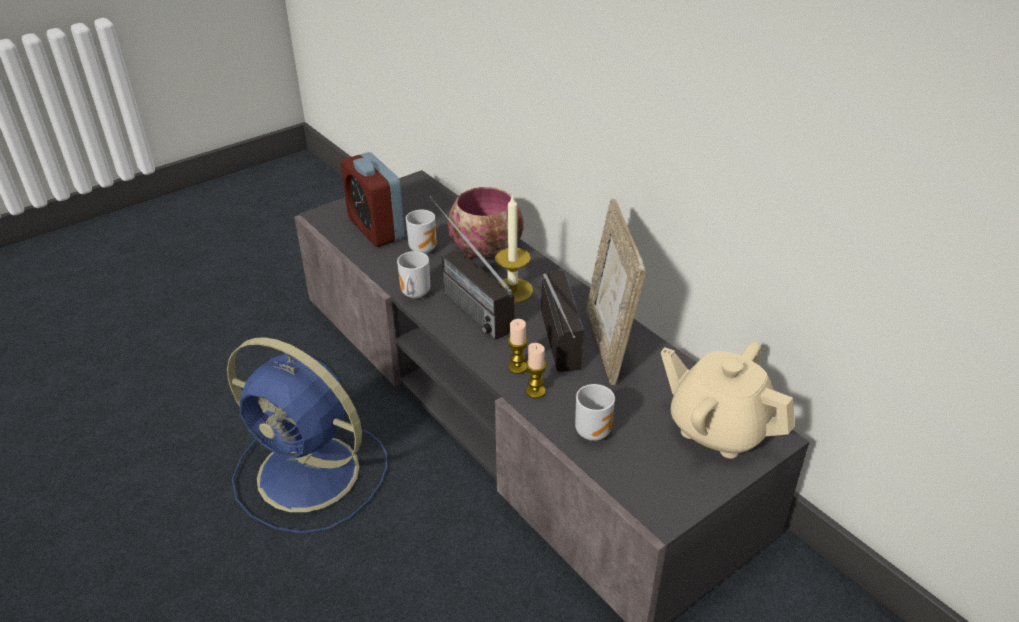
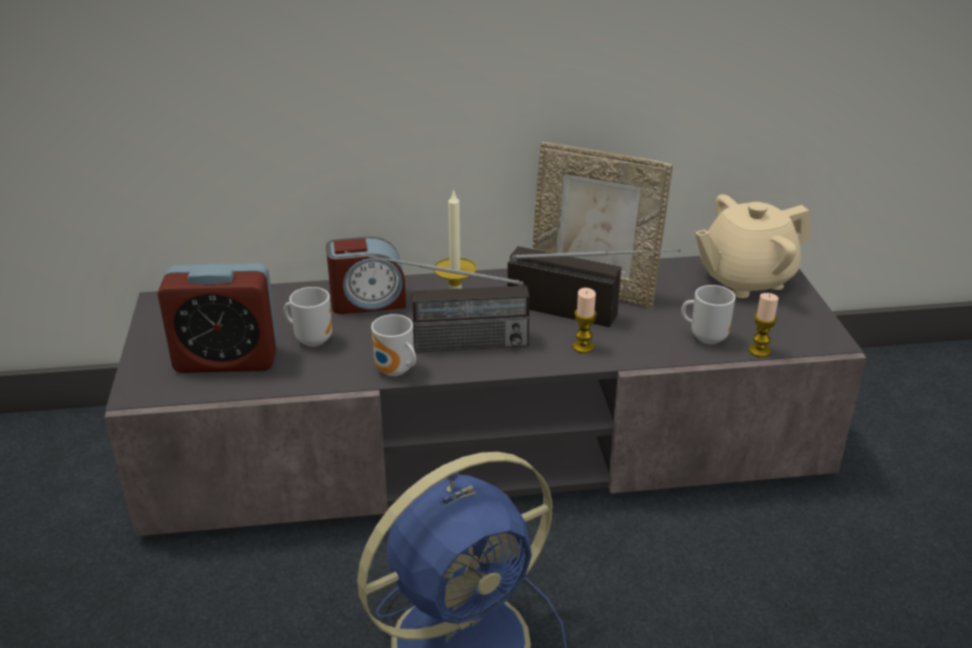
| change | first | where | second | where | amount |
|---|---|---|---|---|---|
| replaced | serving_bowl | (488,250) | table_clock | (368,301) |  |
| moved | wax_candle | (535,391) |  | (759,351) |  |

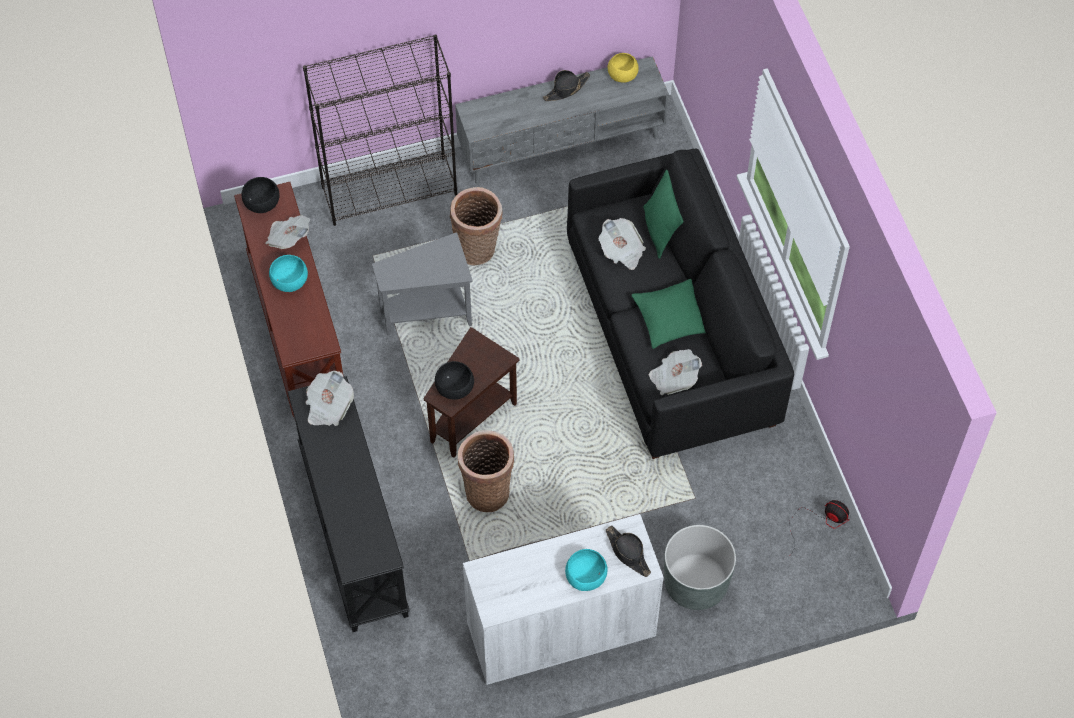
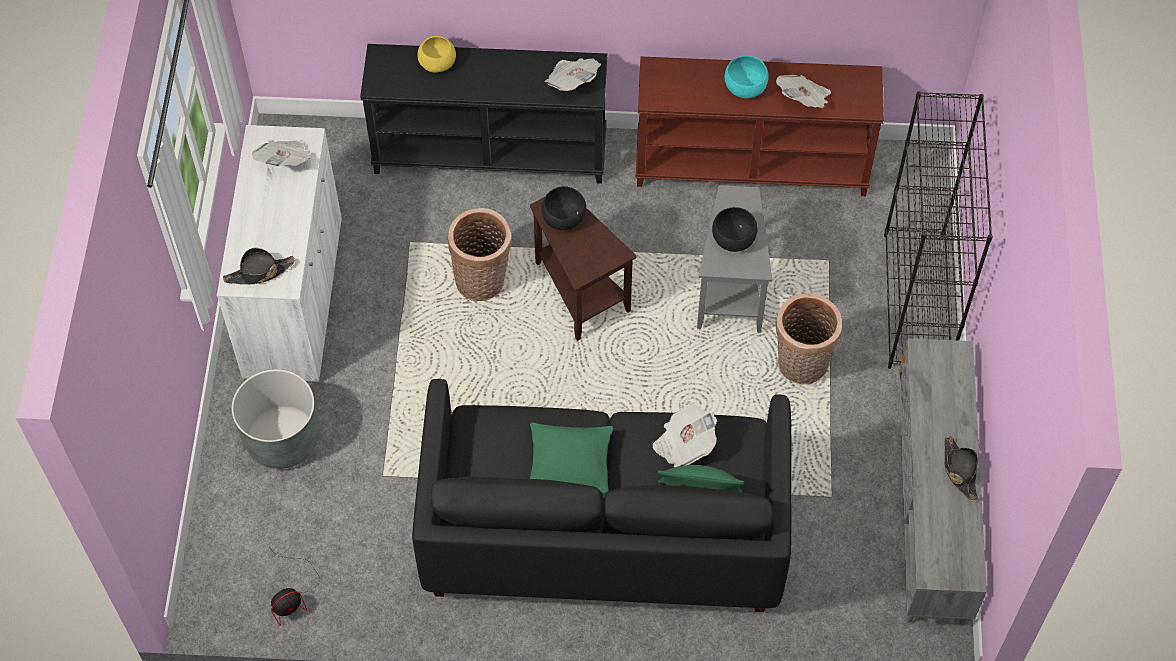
| change | first | where | second | where | amount |
|---|---|---|---|---|---|
| moved | printed_paper | (674,378) |  | (285,161) |  |
| moved | yellow-coloured_serving_bowl | (622,75) |  | (437,63) |  |
| moved | black_serving_bowl | (262,203) |  | (733,239) |  |
| removed | turquoise-coloured_serving_bowl | (585,577) |  |  |  |

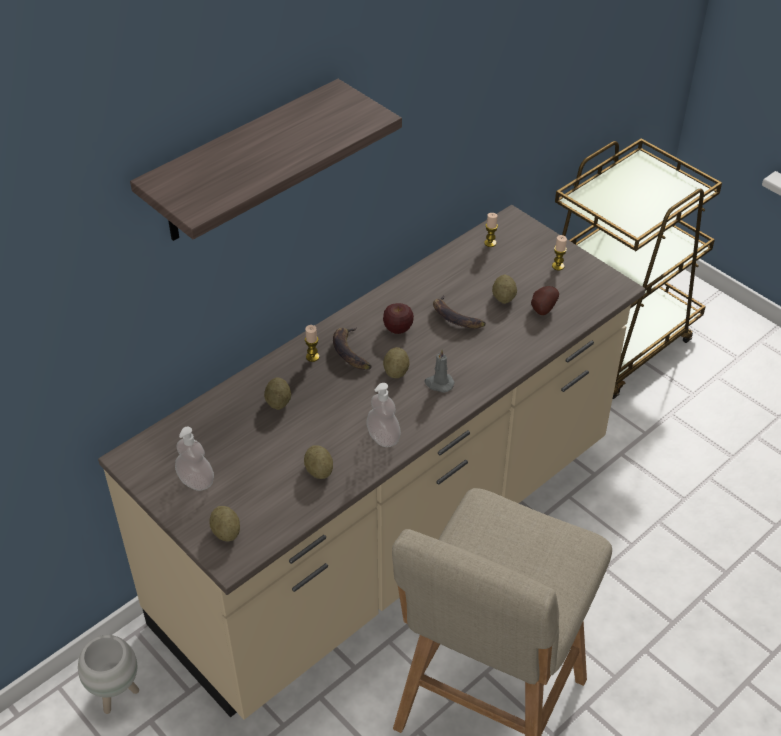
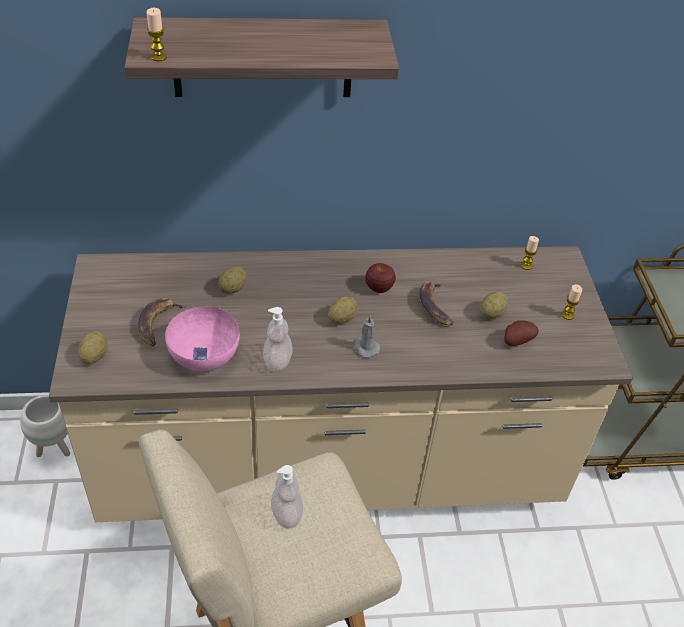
| change | first | where | second | where | amount |
|---|---|---|---|---|---|
| moved | banana_fruit | (350,352) |  | (158,323) |  |
| moved | wax_candle | (312,357) |  | (158,57) |  |
| replaced | whole_potato | (319,470) | pinkish_serving_bowl | (204,355) |  |
| moved | soap_bottle | (196,481) |  | (287,514) |  |

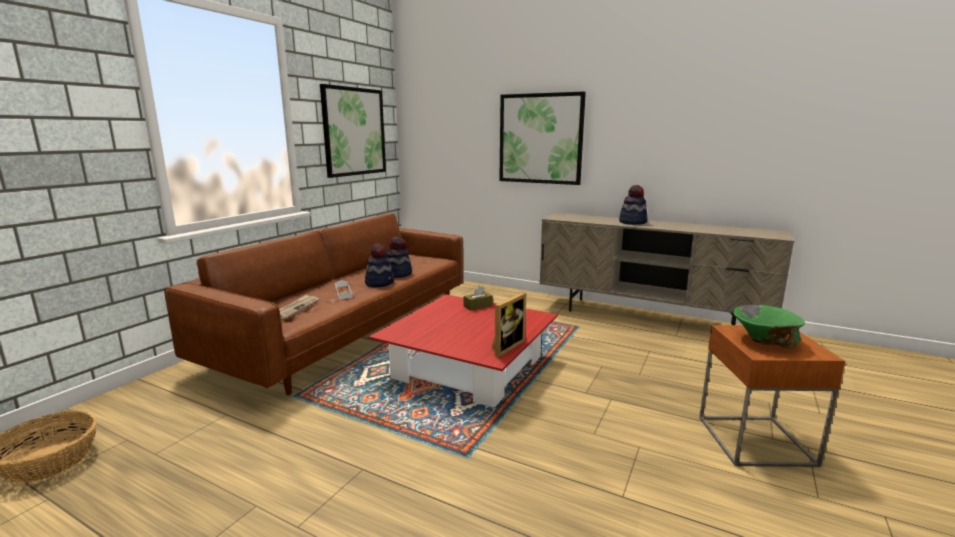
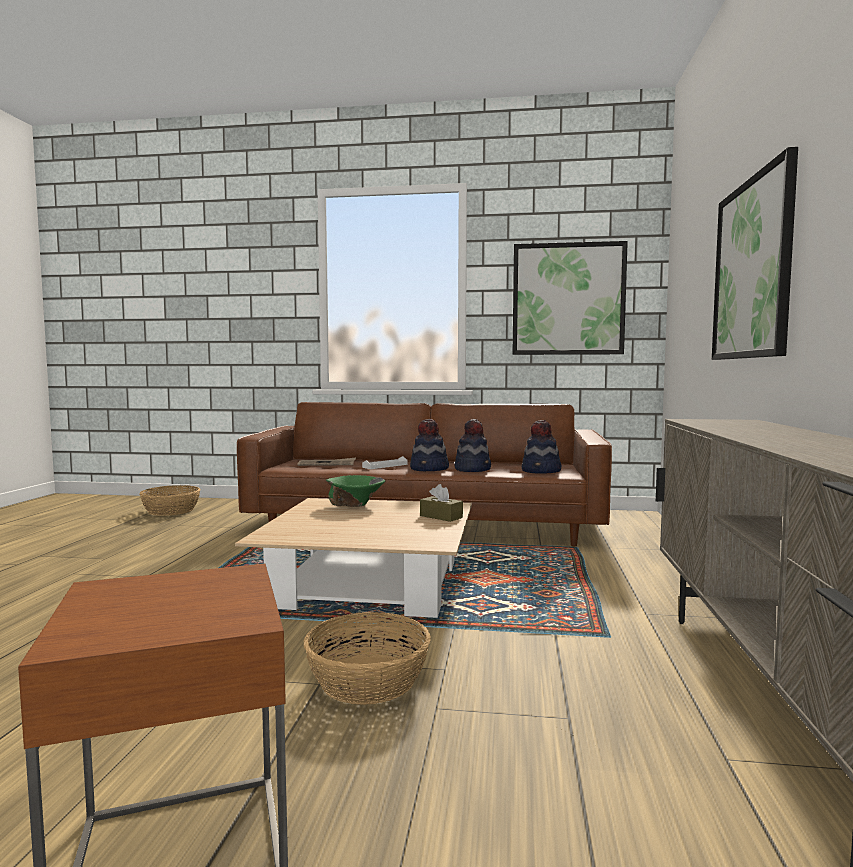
| change | first | where | second | where | amount |
|---|---|---|---|---|---|
| recoloured | red_low_table | (468,367) | beige-coloured_low_table | (371,584) |  |
| added |  |  | basket | (368,680) |  |
| moved | greenish_serving_bowl | (763,340) |  | (355,505) |  |
| moved | wearable_hat | (633,222) |  | (541,471) |  |
| removed | photo_frame | (505,347) |  |  |  |

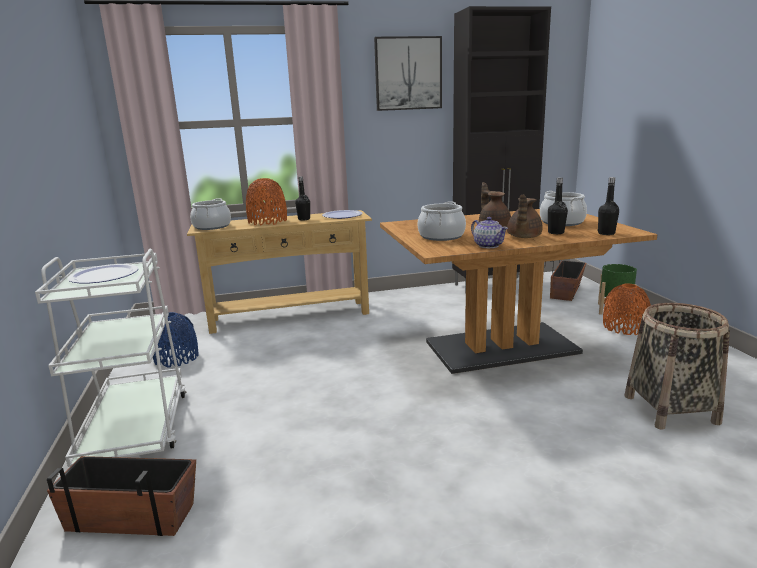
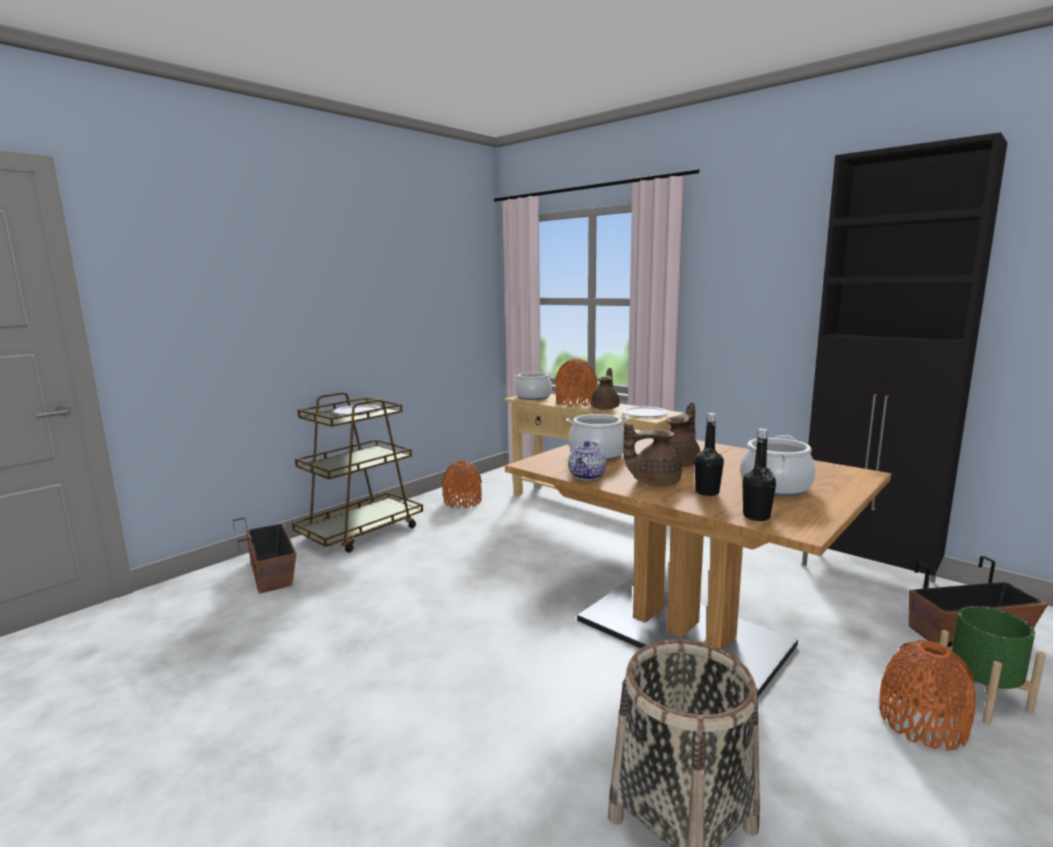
| change | first | where | second | where | amount |
|---|---|---|---|---|---|
| recoloured | whitish_wheeled_cart | (136,429) | brown_wheeled_cart | (361,532) |  |
| recoloured | blue_decorative_vase | (176,358) | orange-coloured_decorative_vase | (462,502) |  |
| replaced | black_beverage_bottle | (304,219) | brown_teapot | (606,408) |  |
| removed | picture | (408,74) |  |  |  |

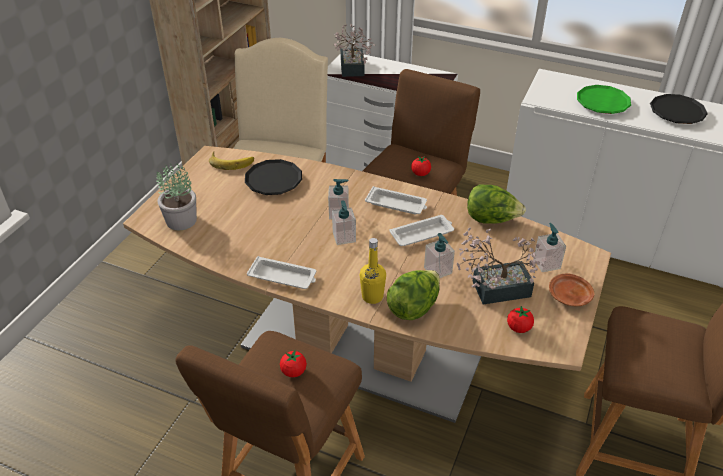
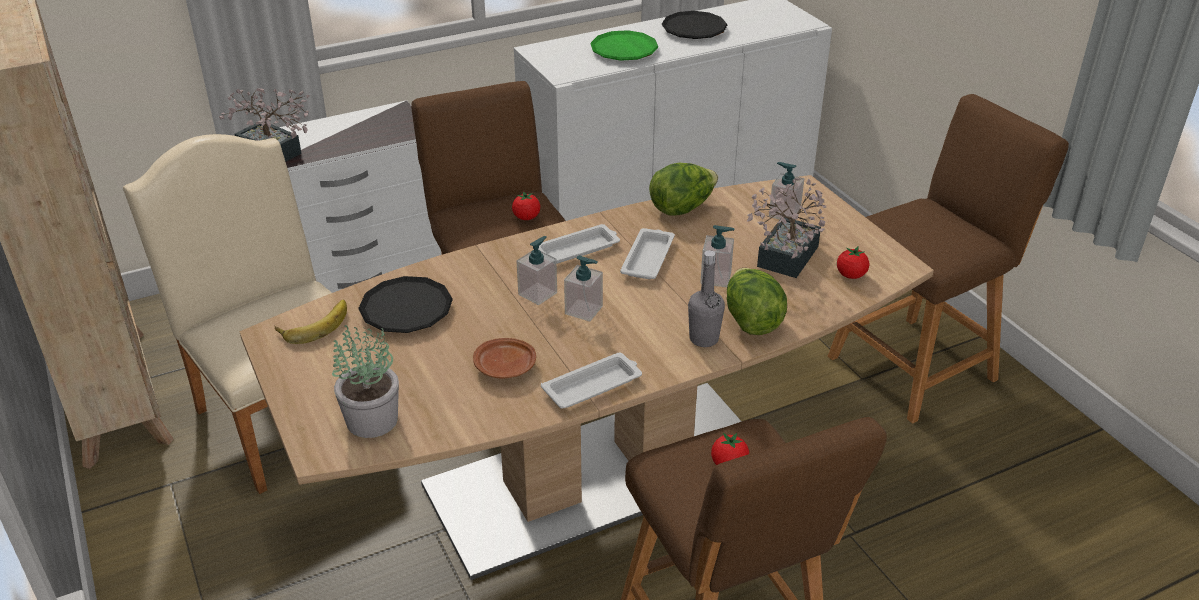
| change | first | where | second | where | amount |
|---|---|---|---|---|---|
| moved | brown_dinner_plate | (569,296) |  | (506,367) |  |
| recoloured | yellow-coloured_beverage_bottle | (372,296) | grey_beverage_bottle | (704,339) |  |

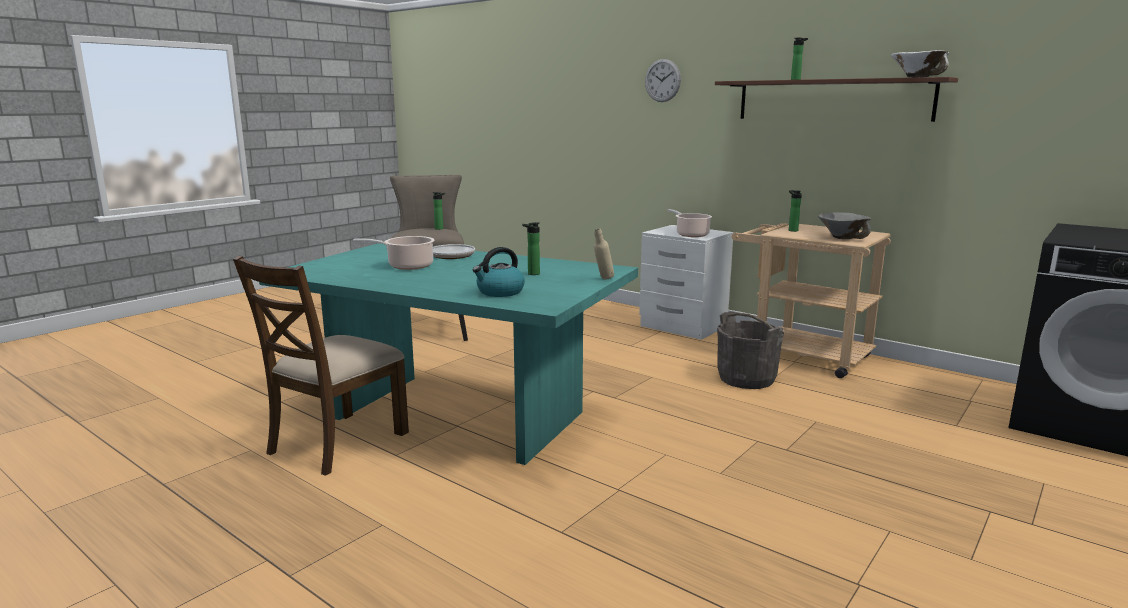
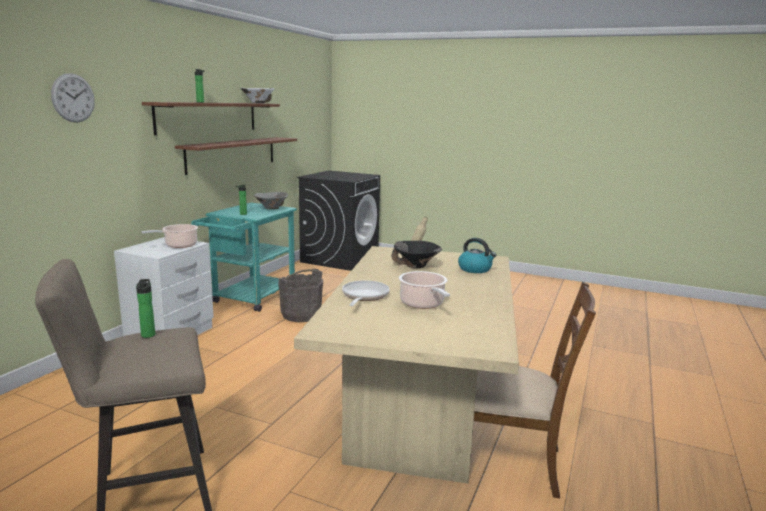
| change | first | where | second | where | amount |
|---|---|---|---|---|---|
| added |  |  | brown_wall_shelf | (232,154) |  |
| recoloured | beige-coloured_wheeled_cart | (800,355) | turquoise-coloured_wheeled_cart | (250,299) |  |
| recoloured | turquoise-coloured_dinner_table | (460,415) | beige-coloured_dinner_table | (417,411) |  |
| replaced | beverage_bottle | (531,274) | black_serving_bowl | (416,266) |  |

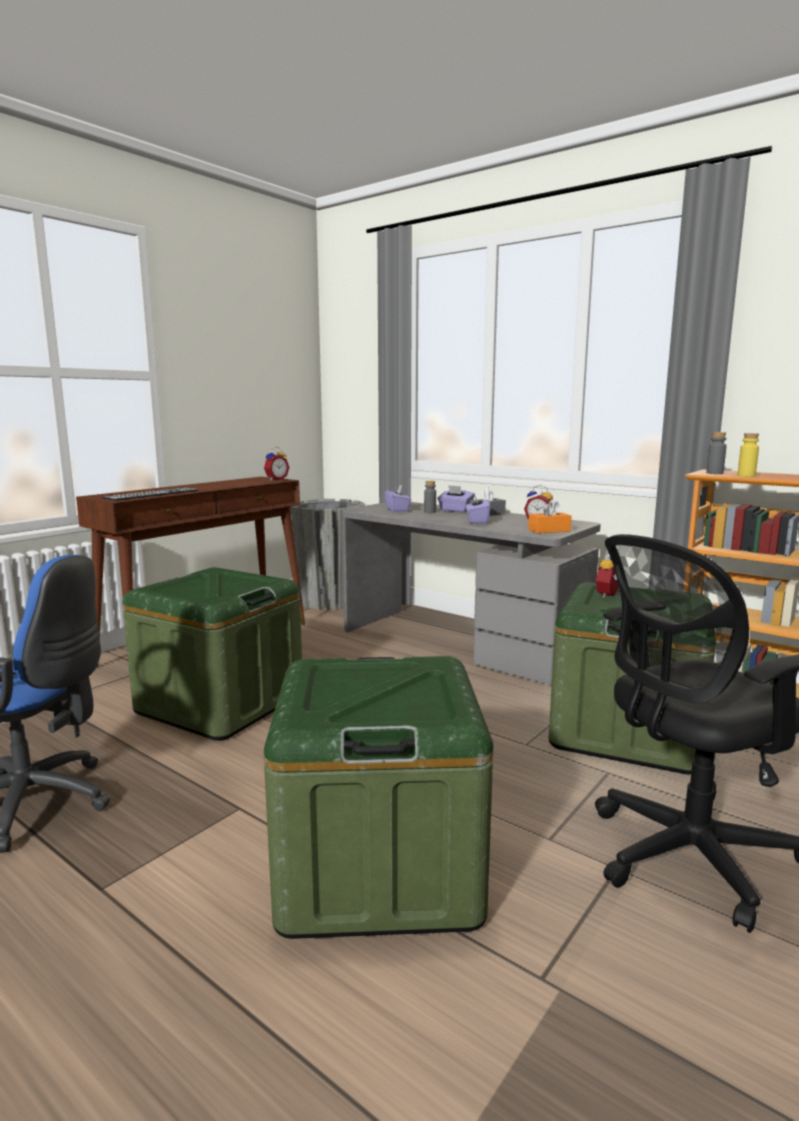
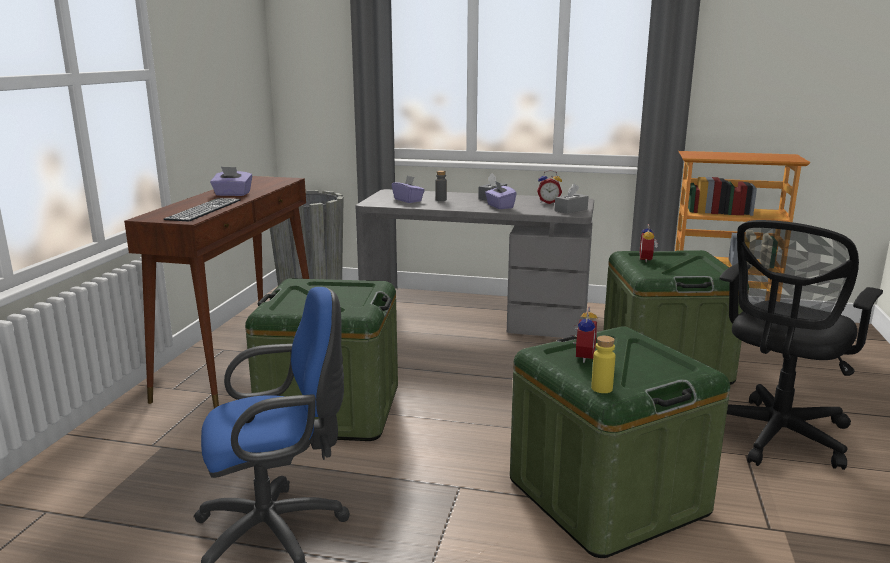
| change | first | where | second | where | amount |
|---|---|---|---|---|---|
| moved | purple_box_of_tissues | (455,510) |  | (232,194) |  |
| recoloured | orange-coloured_box_of_tissues | (549,530) | grey_box_of_tissues | (571,210) |  |
| moved | table_clock | (276,479) |  | (582,357) |  |
| moved | yellow-coloured_beverage_bottle | (746,476) |  | (601,388) |  |
| removed | grey_beverage_bottle | (714,473) |  |  |  |

